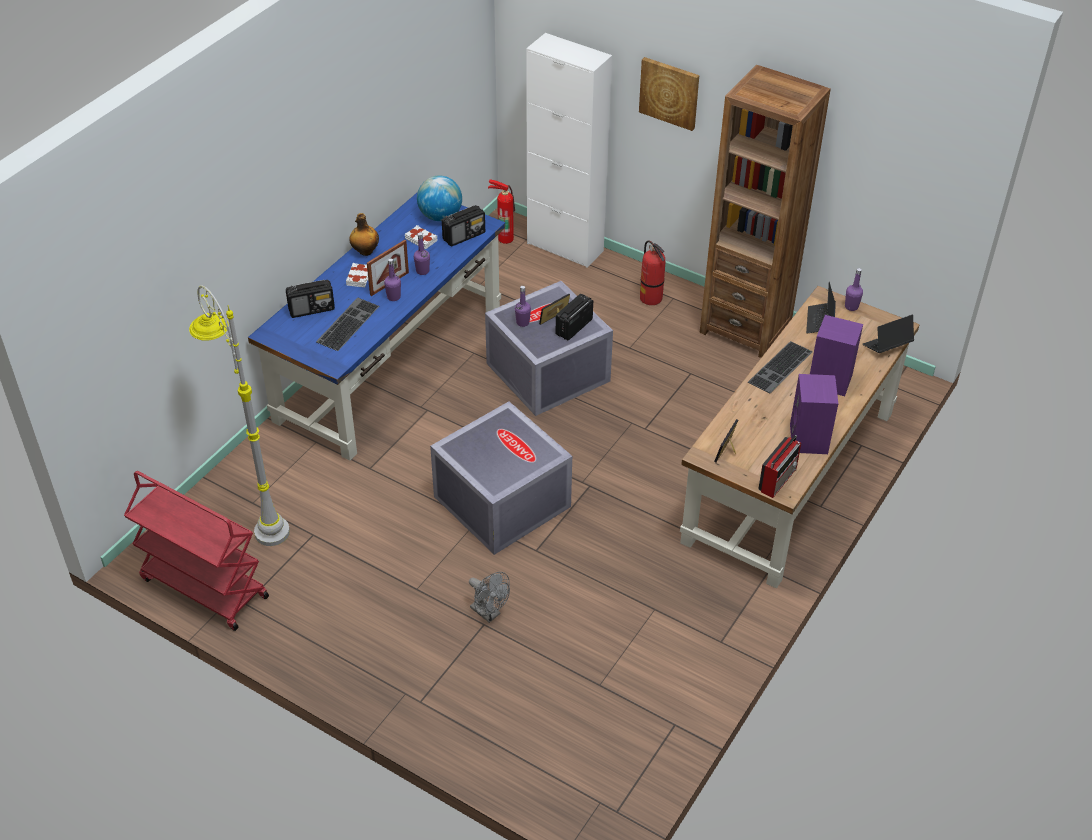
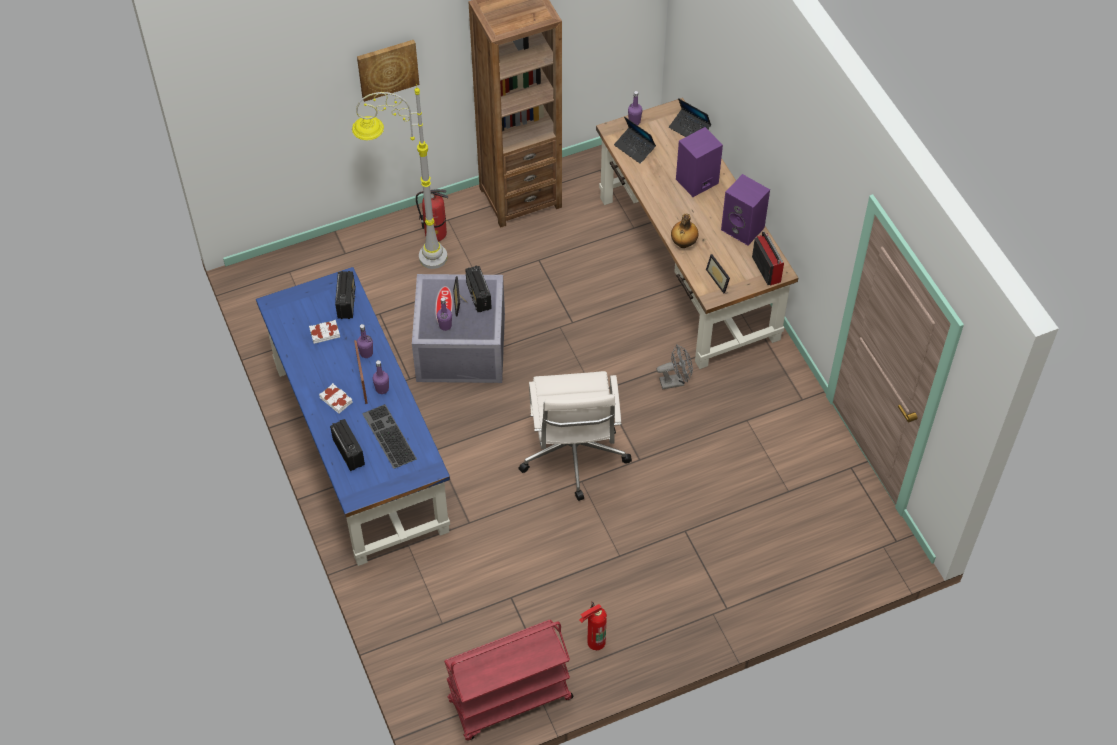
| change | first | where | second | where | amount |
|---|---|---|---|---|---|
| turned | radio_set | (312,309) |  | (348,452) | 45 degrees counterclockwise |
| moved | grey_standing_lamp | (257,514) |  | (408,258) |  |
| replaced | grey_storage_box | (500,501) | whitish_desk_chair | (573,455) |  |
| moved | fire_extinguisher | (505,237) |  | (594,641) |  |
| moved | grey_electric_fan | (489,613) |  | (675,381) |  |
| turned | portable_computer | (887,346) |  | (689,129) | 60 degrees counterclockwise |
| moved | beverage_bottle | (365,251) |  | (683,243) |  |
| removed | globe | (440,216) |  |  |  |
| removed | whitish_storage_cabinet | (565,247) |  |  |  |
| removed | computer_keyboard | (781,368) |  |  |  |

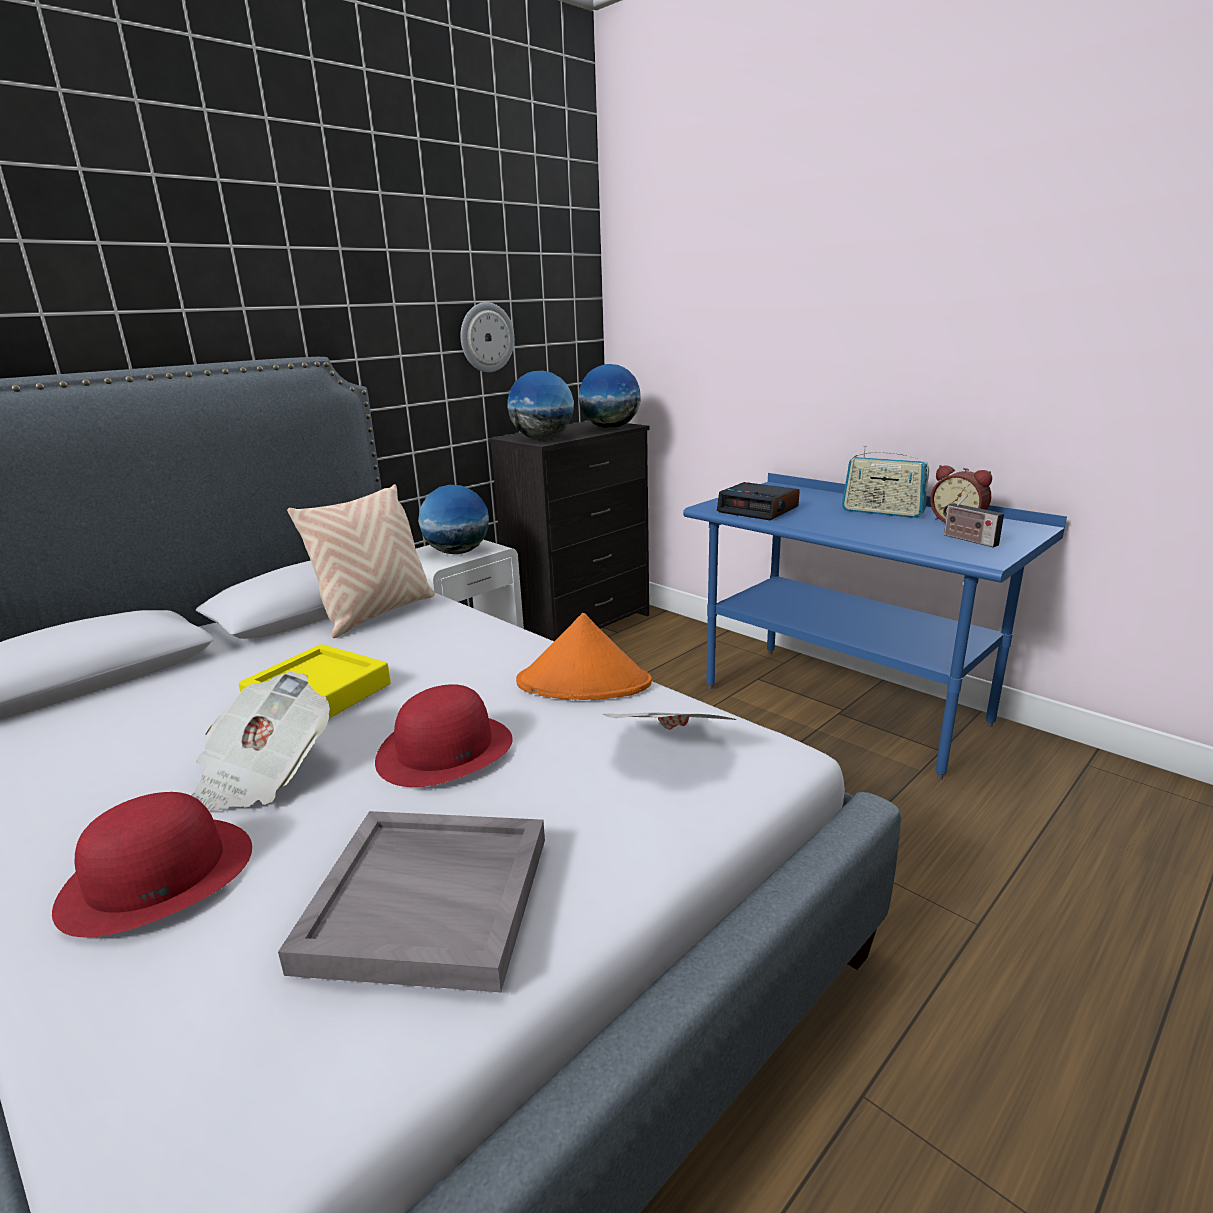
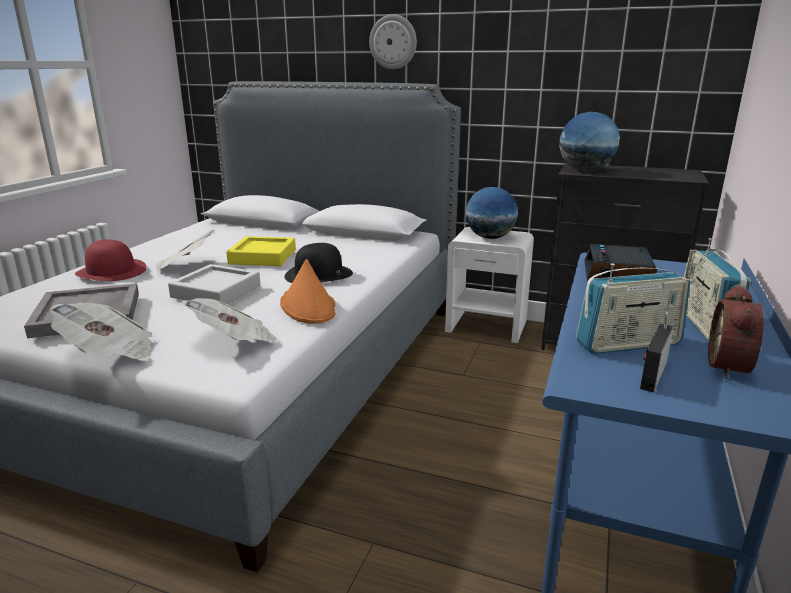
| change | first | where | second | where | amount |
|---|---|---|---|---|---|
| added |  |  | printed_paper | (110,353) |  |
| replaced | red_wearable_hat | (445,749) | grey_serving_tray | (216,291) |  |
| added |  |  | black_wearable_hat | (318,274) |  |
| moved | wall_clock | (486,337) |  | (393,42) |  |
| added |  |  | radio_set | (628,344) |  |
| removed | beige-coloured_throw_pillow | (377,613) |  |  |  |
| removed | globe | (610,428) |  |  |  |

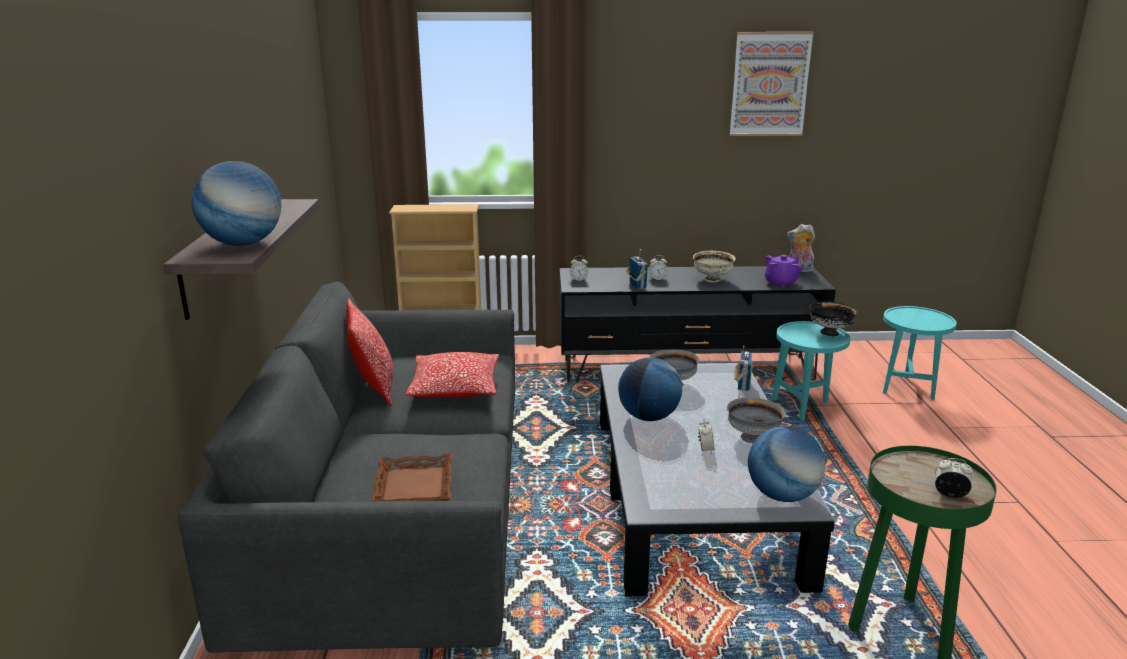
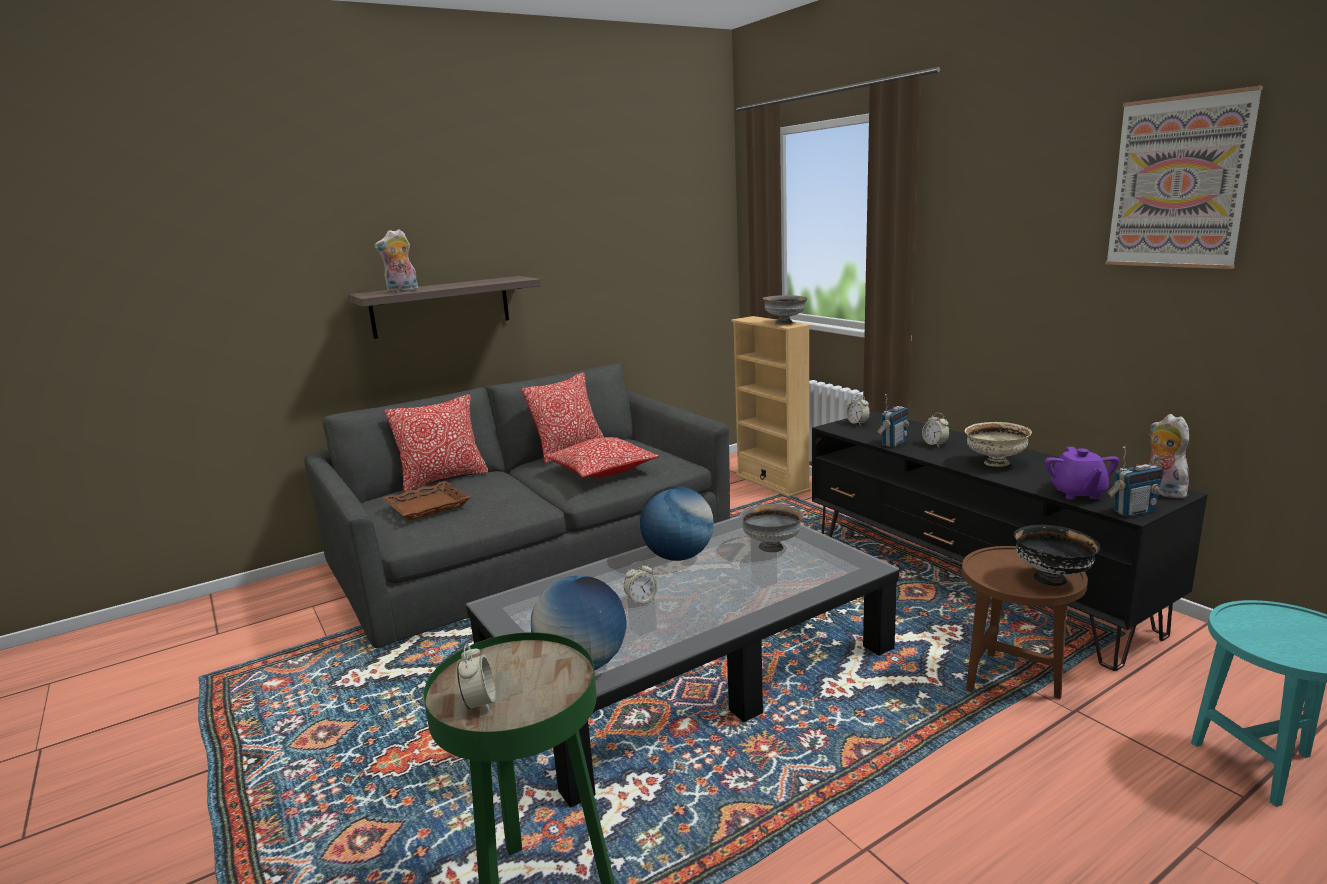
| change | first | where | second | where | amount |
|---|---|---|---|---|---|
| replaced | globe | (243,244) | soft_toy | (402,291) |  |
| added |  |  | throw_pillow | (443,479) |  |
| moved | grey_serving_bowl | (752,437) |  | (785,323) |  |
| recoloured | turquoise-coloured_accent_table | (804,406) | brown_accent_table | (1013,683) |  |
| turned | purple_teapot | (781,283) |  | (1078,493) | 75 degrees clockwise |
| moved | radio_set | (742,385) |  | (1133,511) |  |

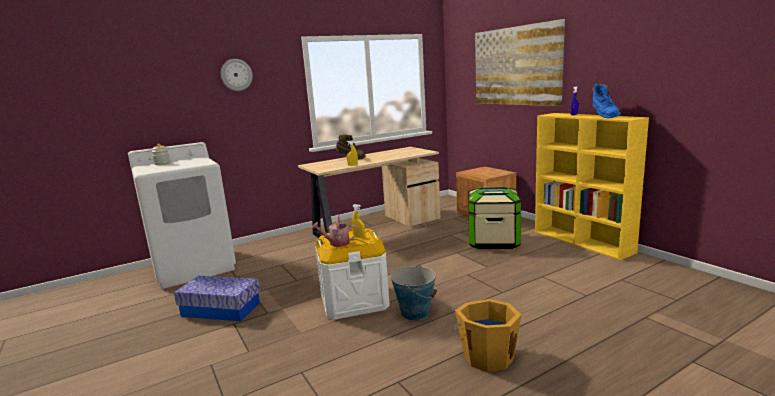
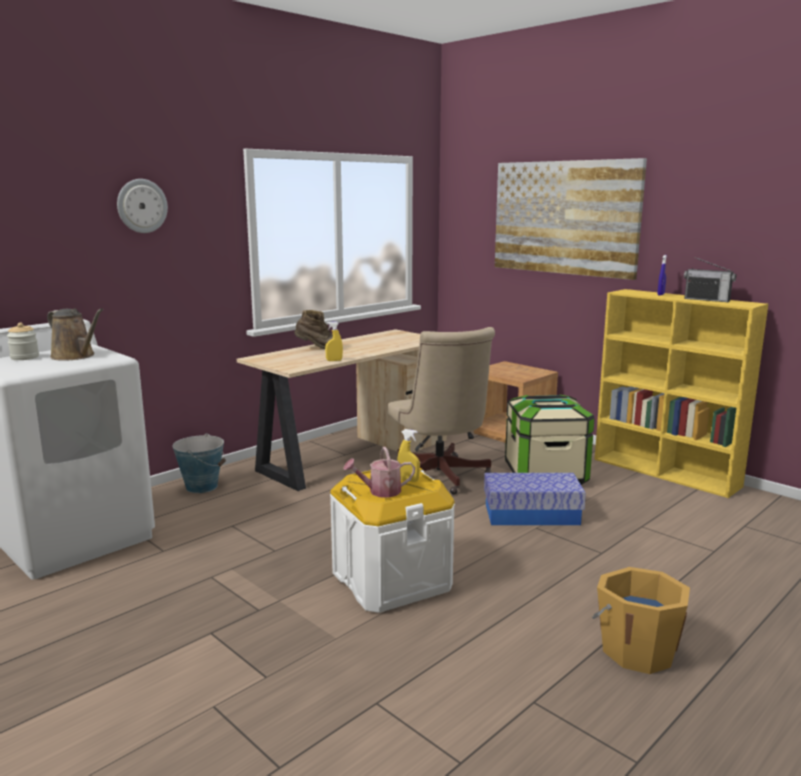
| change | first | where | second | where | amount |
|---|---|---|---|---|---|
| added |  |  | brown_watering_pot | (75,356) |  |
| moved | bucket | (415,313) |  | (202,486) |  |
| added |  |  | beige-coloured_desk_chair | (440,478) |  |
| moved | storage_box | (221,309) |  | (531,514) |  |
| replaced | blue_tall_boot | (603,116) | radio_set | (707,300) |  |

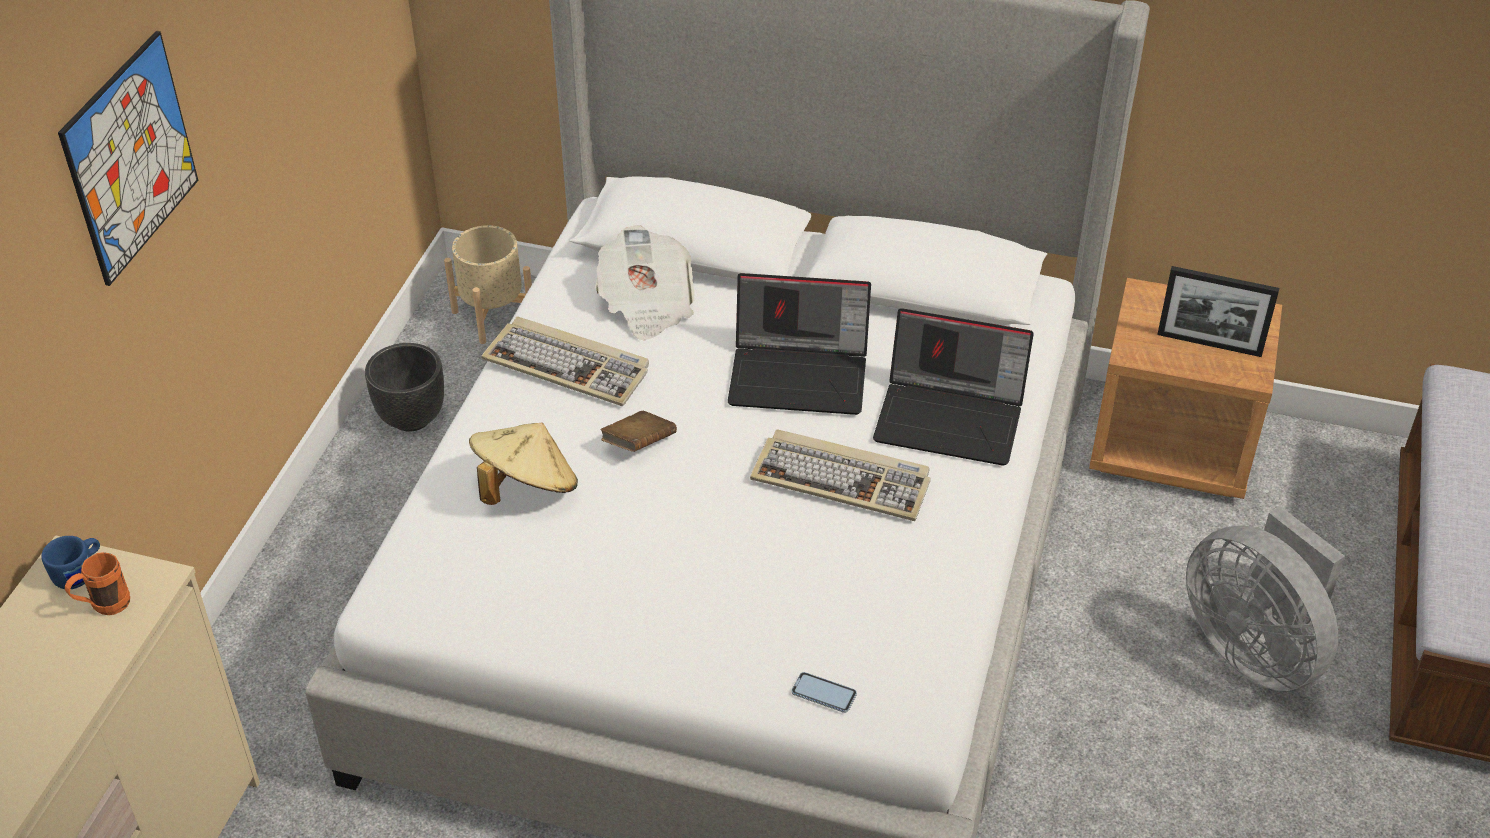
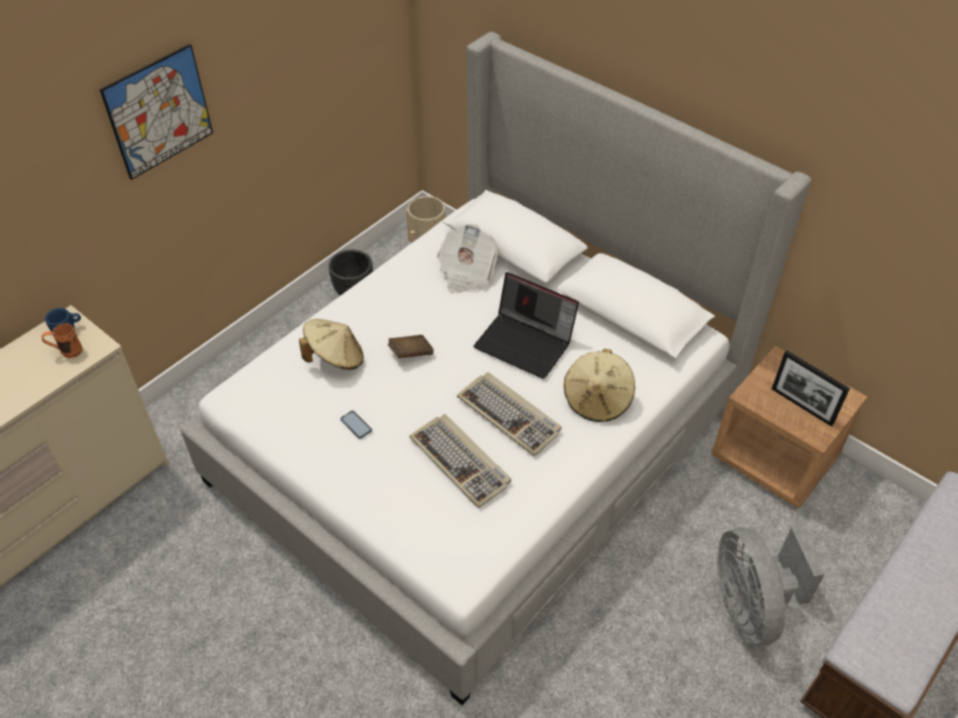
| change | first | where | second | where | amount |
|---|---|---|---|---|---|
| moved | phone | (824,693) |  | (356,425) |  |
| moved | computer_keyboard | (569,366) |  | (461,462) |  |
| replaced | portable_computer | (952,418) | beige-coloured_wearable_hat | (597,400) |  |

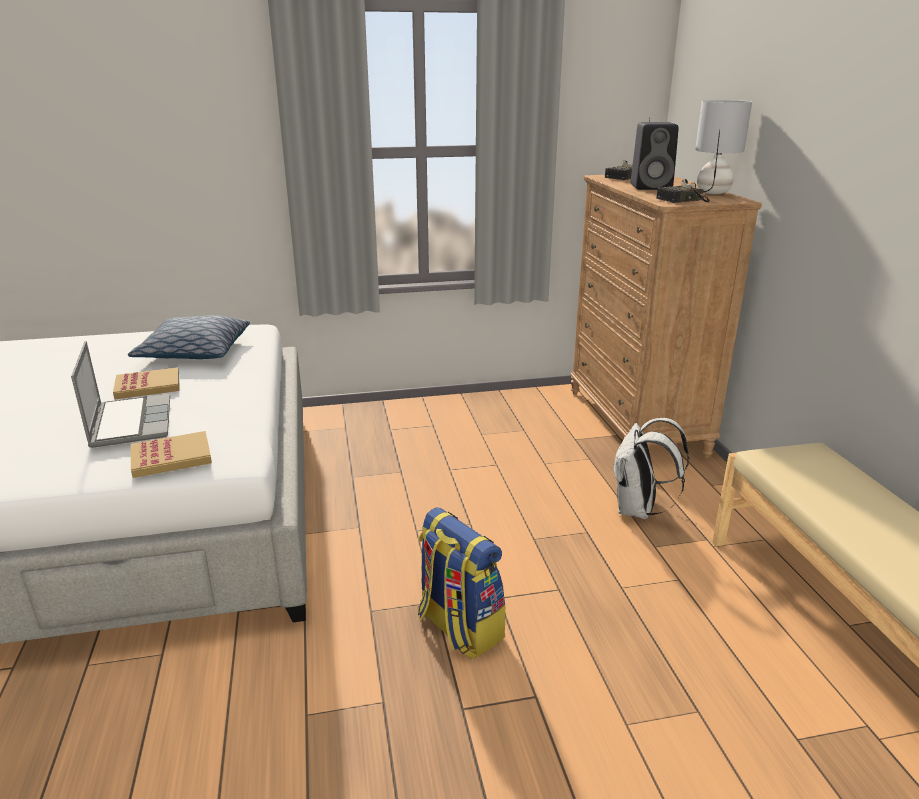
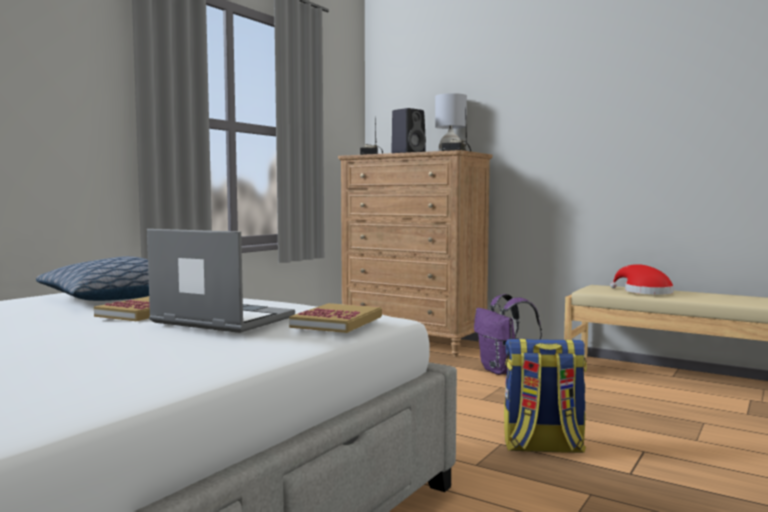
| change | first | where | second | where | amount |
|---|---|---|---|---|---|
| recoloured | whitish_knapsack | (638,510) | purple_knapsack | (503,371) |  |
| added |  |  | red_wearable_hat | (644,292) |  |

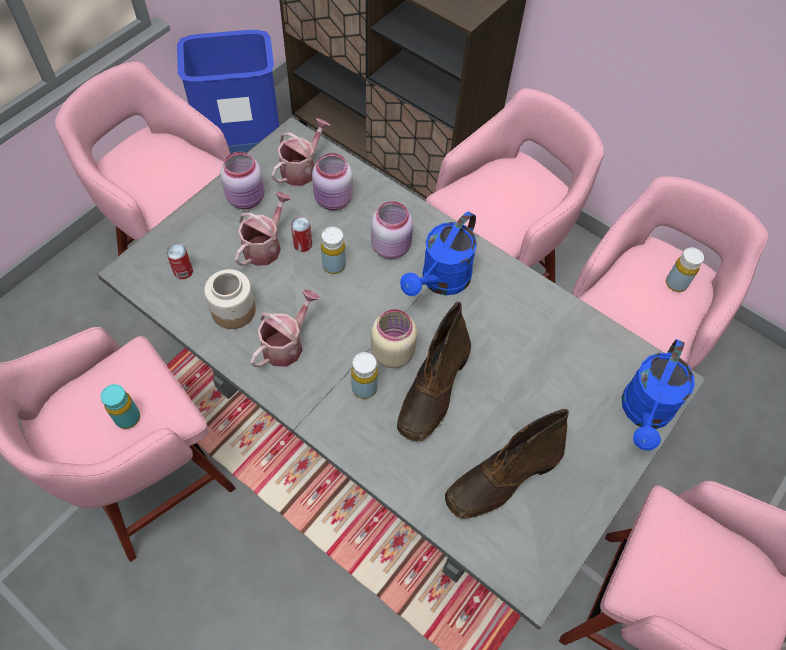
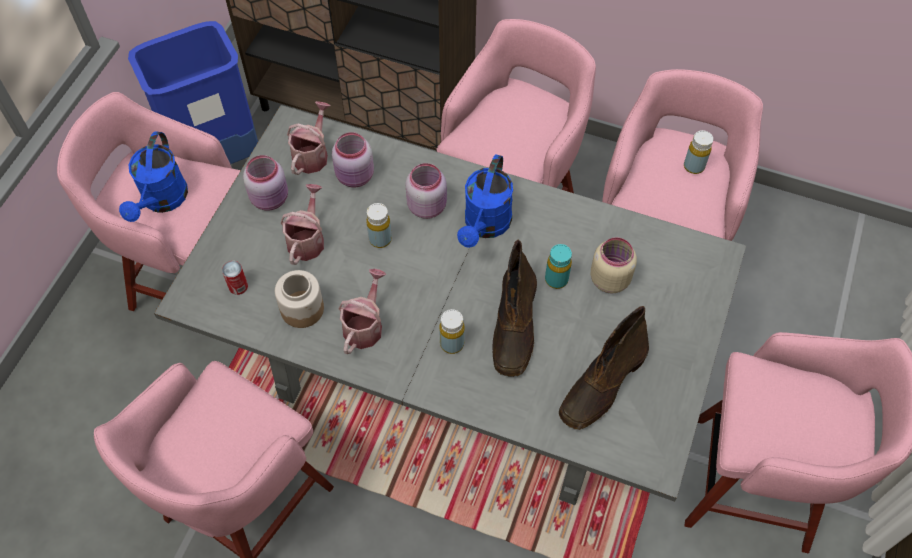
| change | first | where | second | where | amount |
|---|---|---|---|---|---|
| moved | blue_watering_pot | (644,414) |  | (162,201) |  |
| moved | turquoise-coloured_beverage_bottle | (128,418) |  | (556,279) |  |
| moved | beige-coloured_storage_jar | (392,352) |  | (609,279) |  |
| removed | metal_can | (302,244) |  |  |  |

